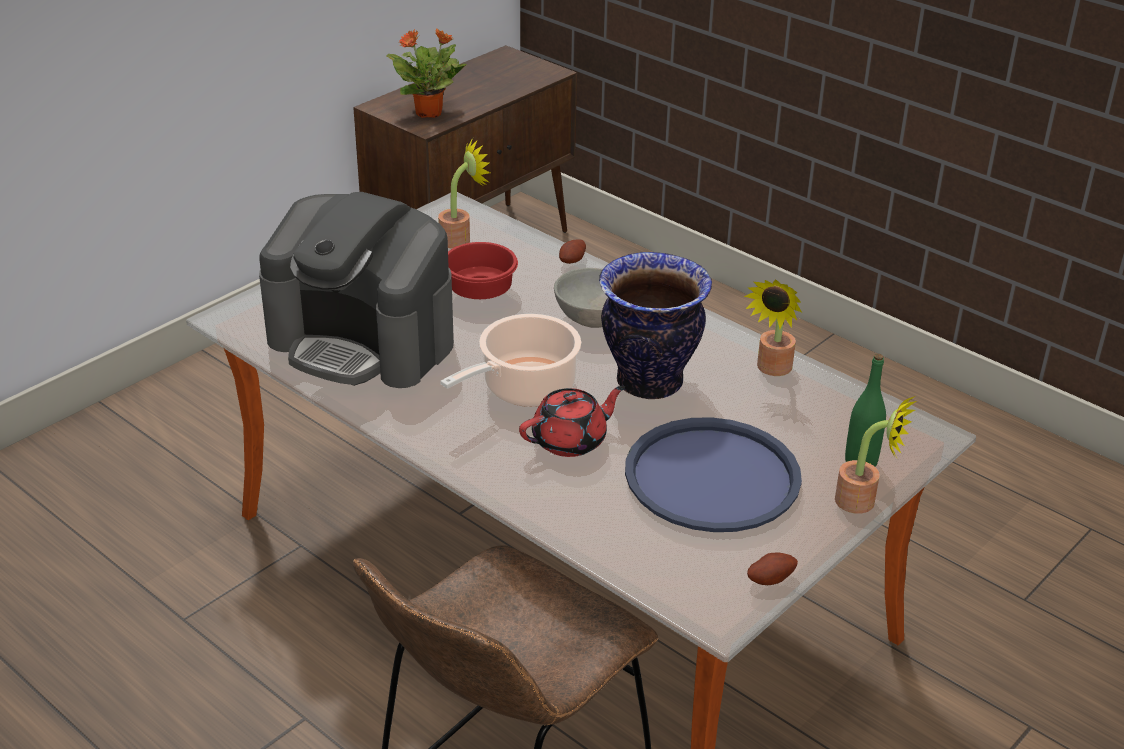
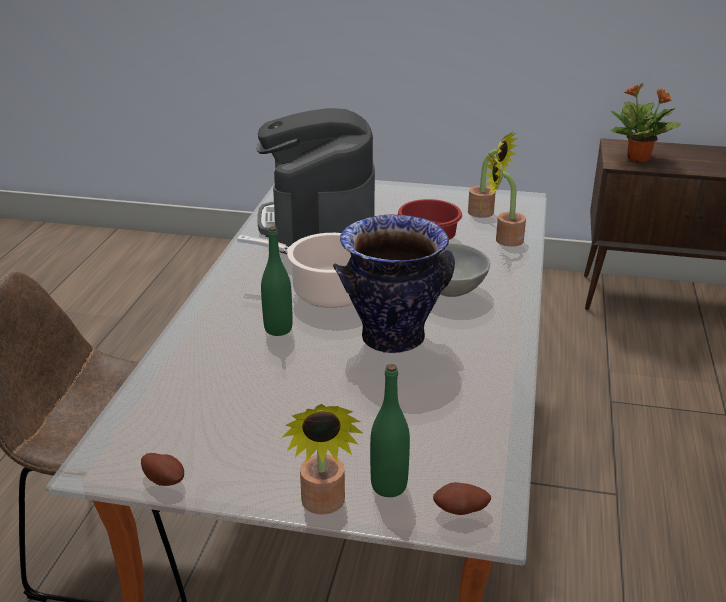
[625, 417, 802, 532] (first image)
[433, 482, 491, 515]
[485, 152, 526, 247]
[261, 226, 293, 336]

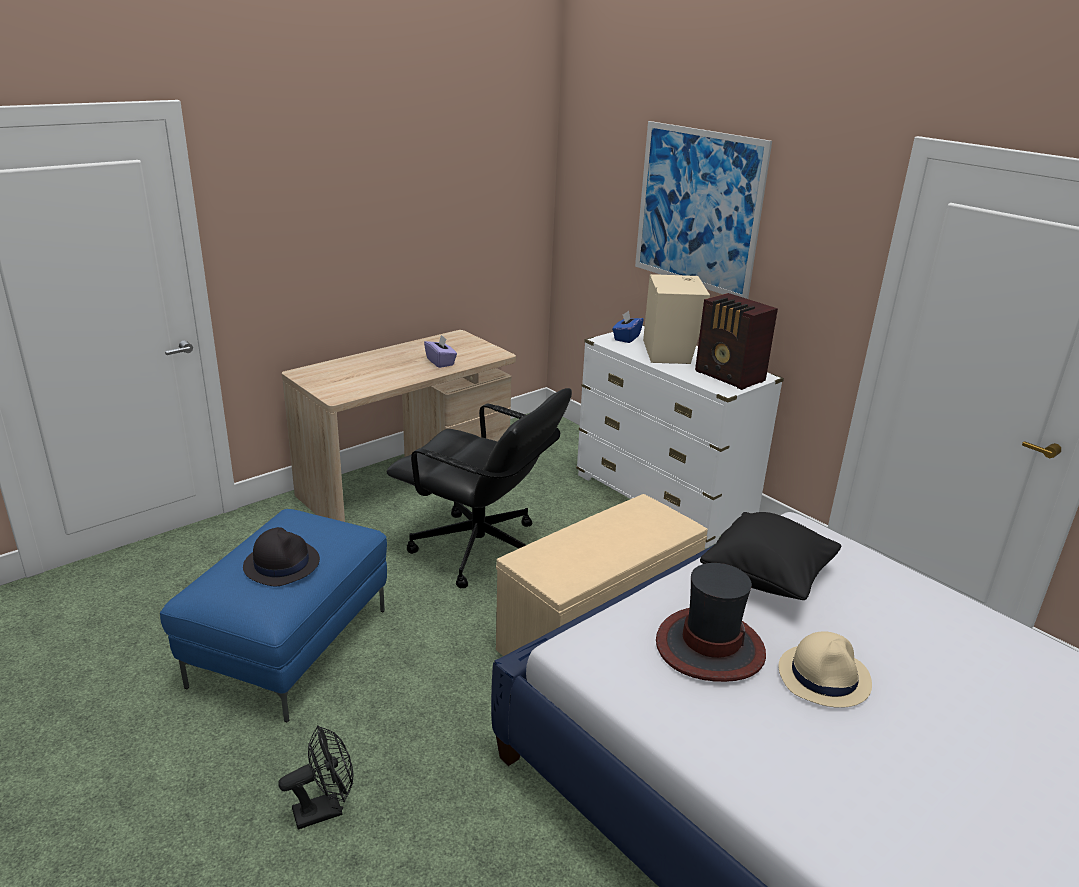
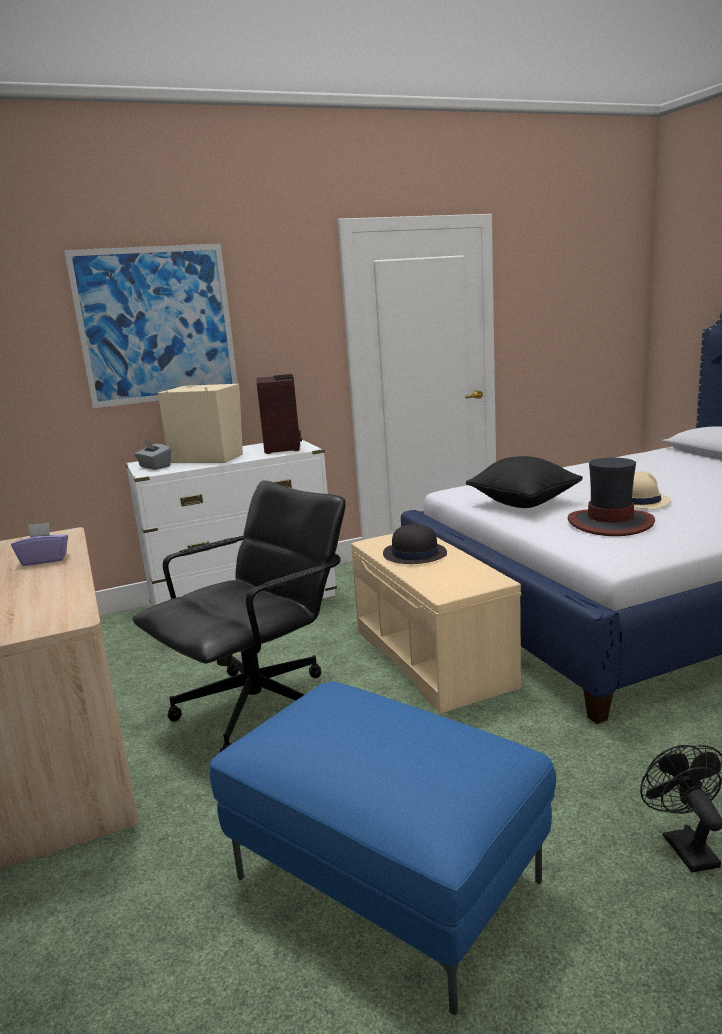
[383, 523, 447, 564]
[134, 440, 171, 470]
[257, 374, 302, 454]

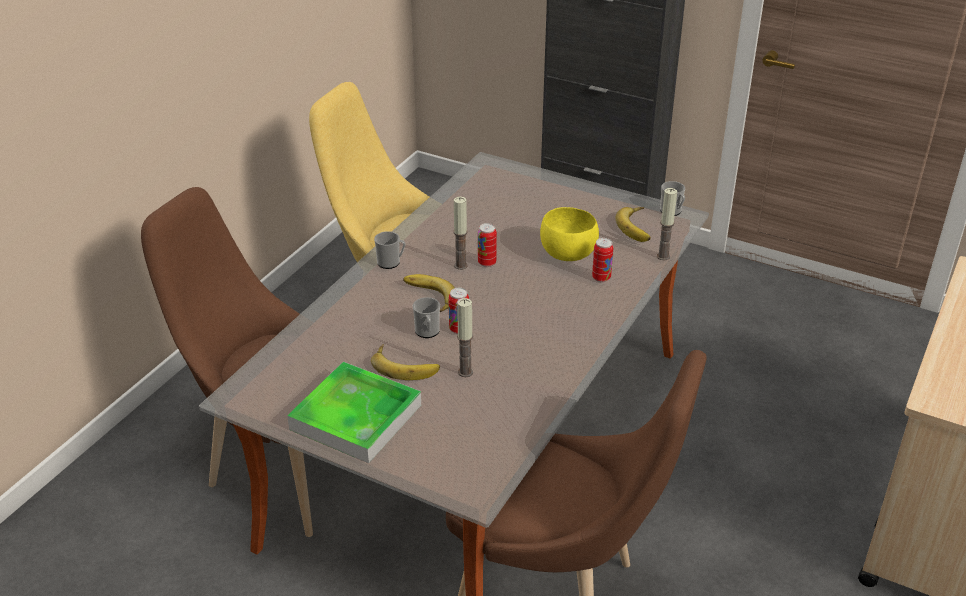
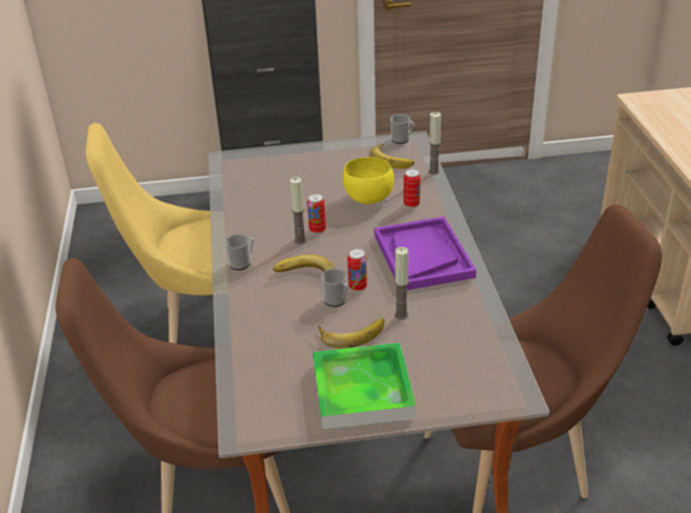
[374, 217, 476, 290]

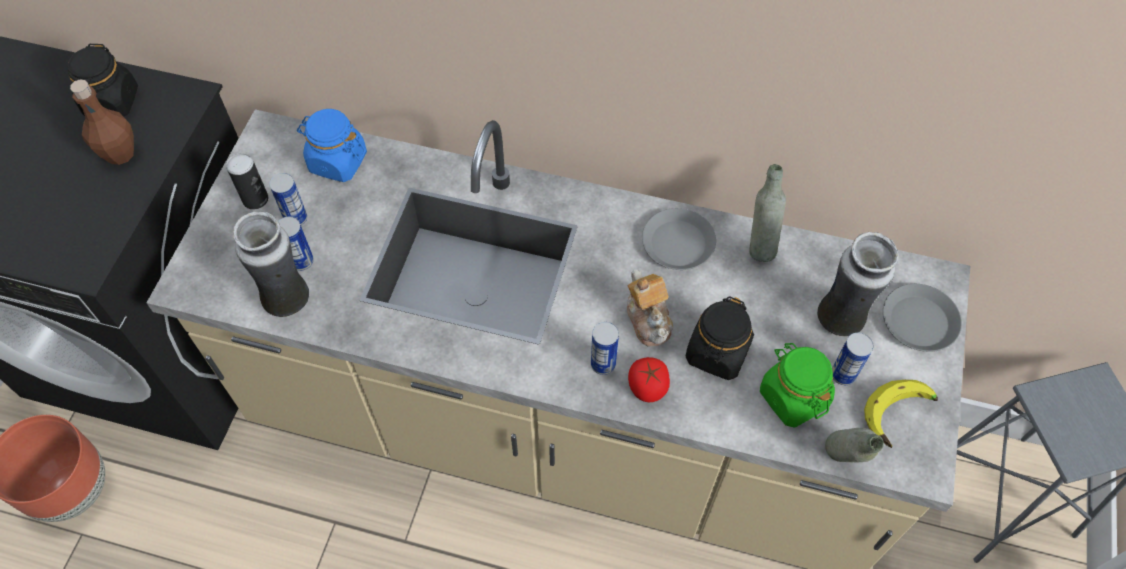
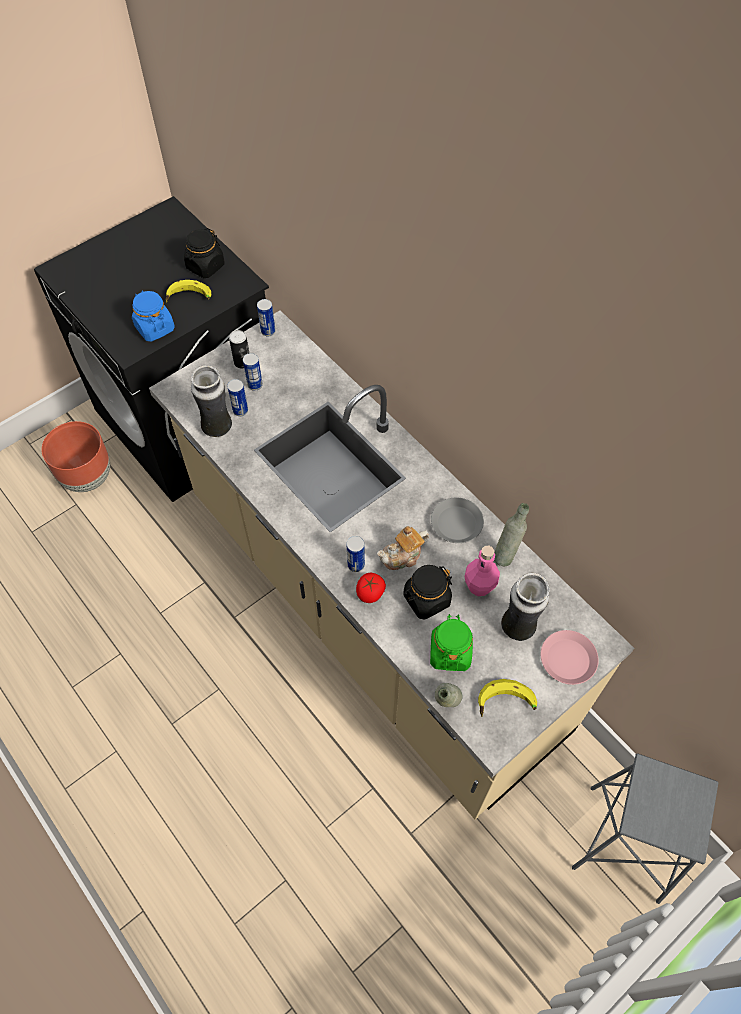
[464, 546, 500, 596]
[132, 291, 175, 342]
[257, 299, 275, 336]
[166, 280, 211, 303]
[541, 630, 599, 685]
[377, 526, 429, 570]

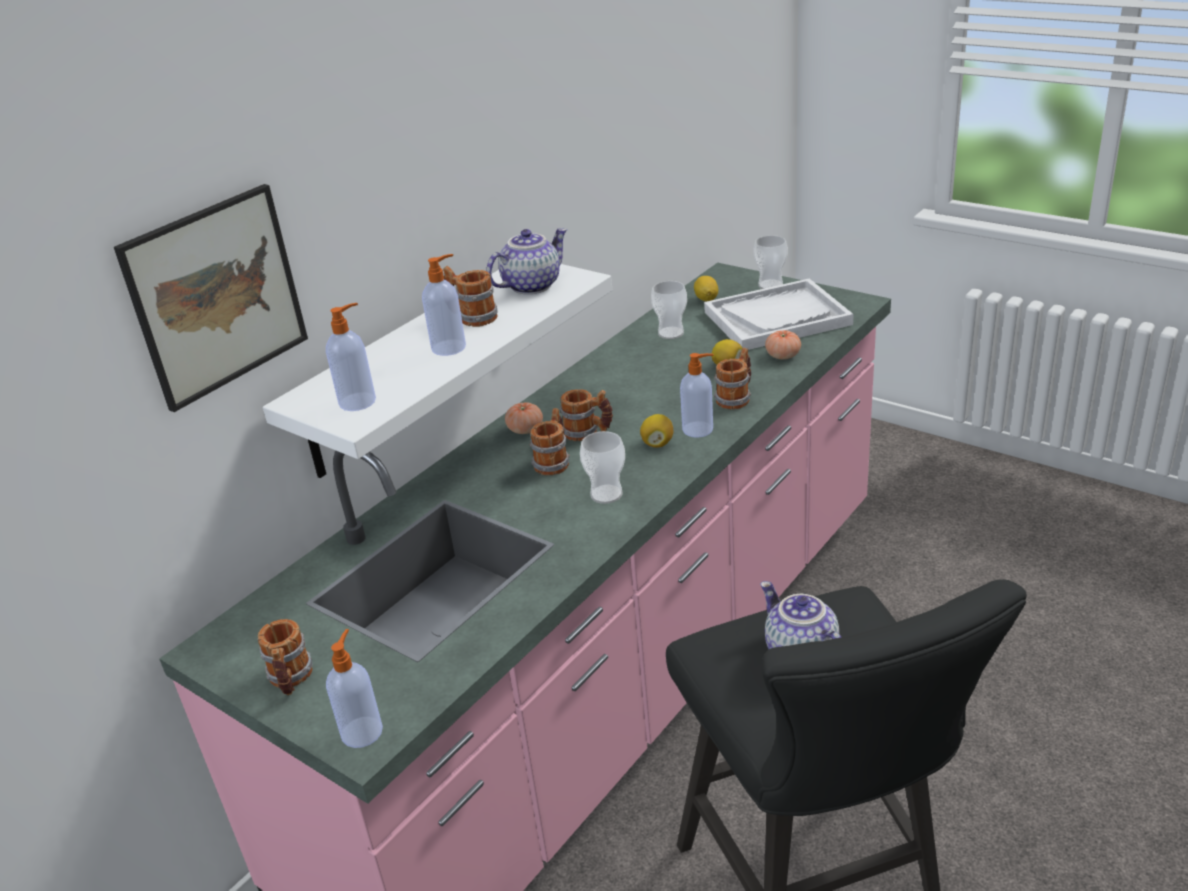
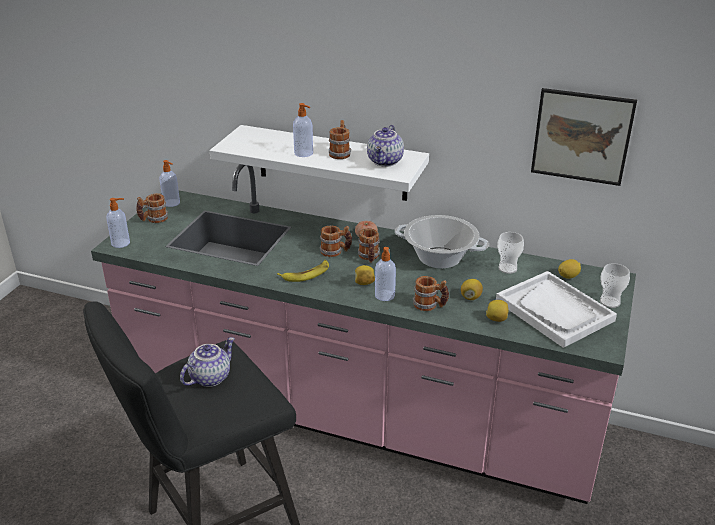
[395, 215, 489, 269]
[531, 88, 637, 186]
[160, 160, 180, 207]
[277, 260, 329, 282]
[486, 300, 508, 322]
[367, 125, 404, 167]

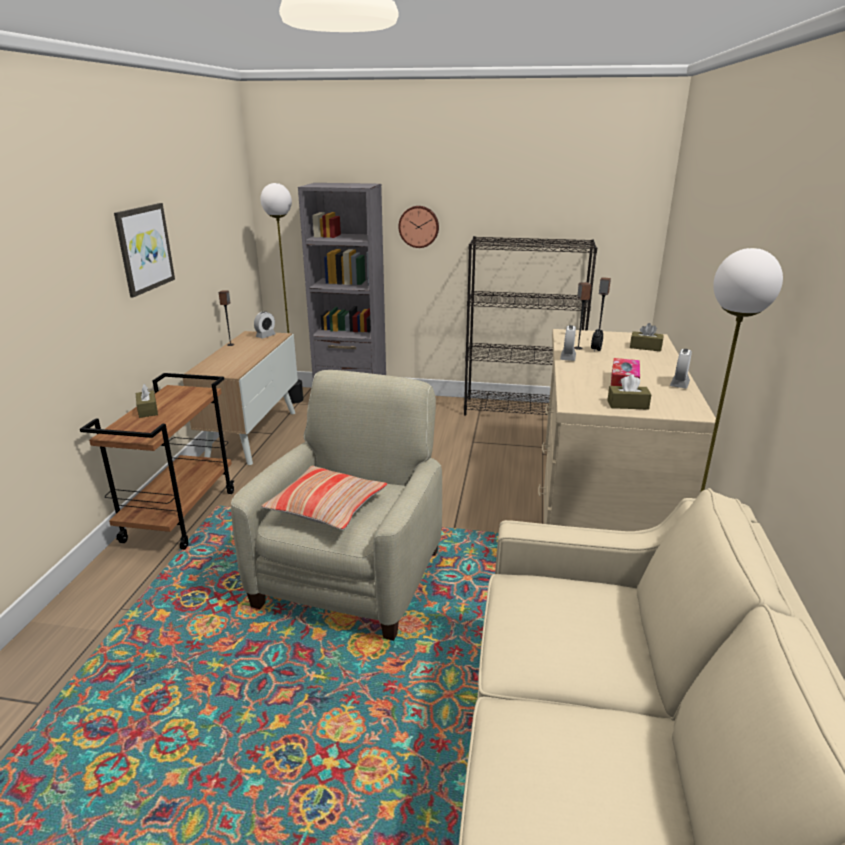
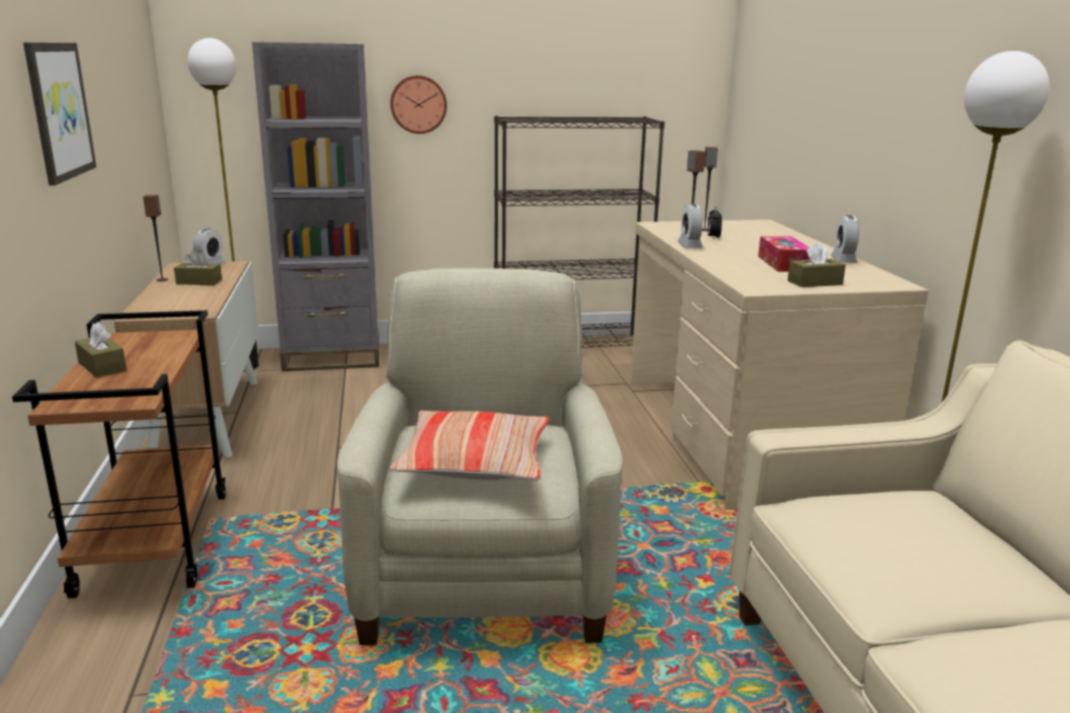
[174, 250, 222, 285]

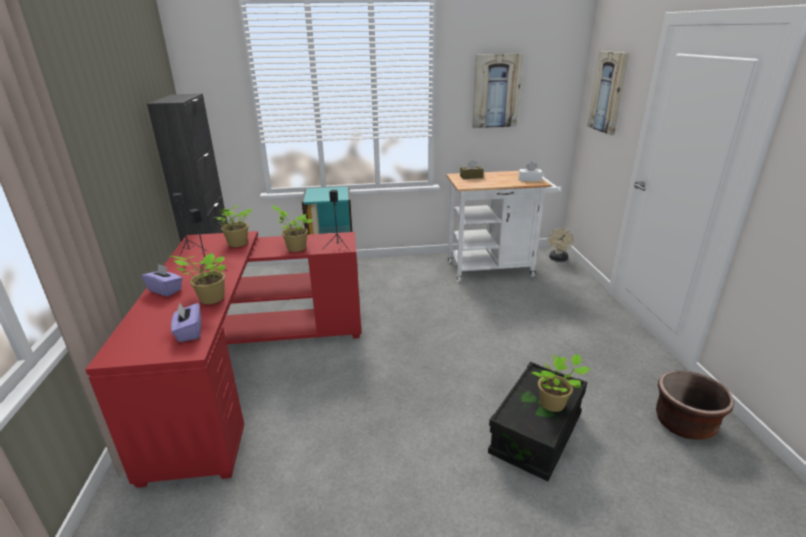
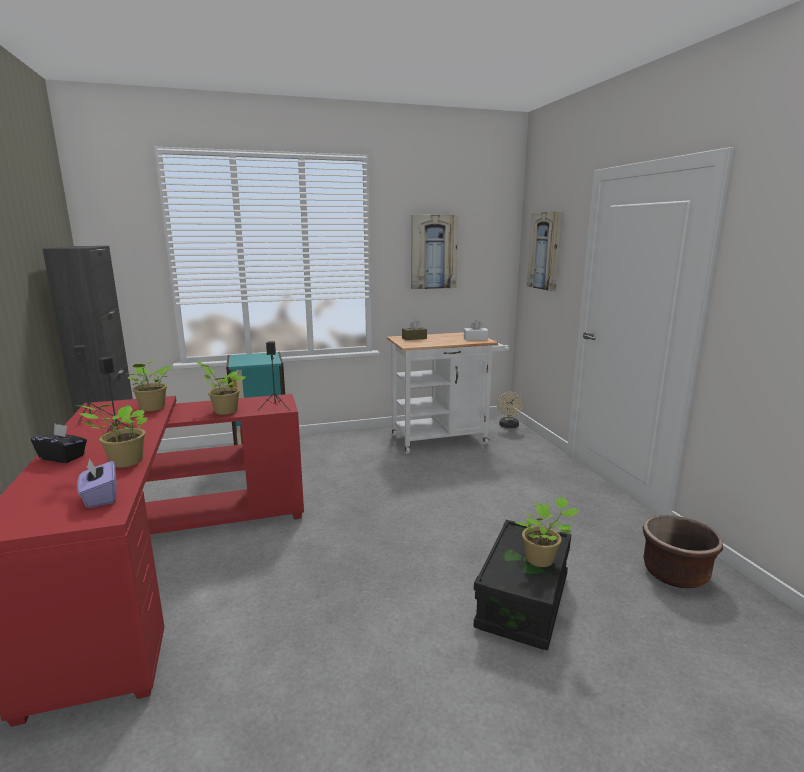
[31, 424, 87, 463]

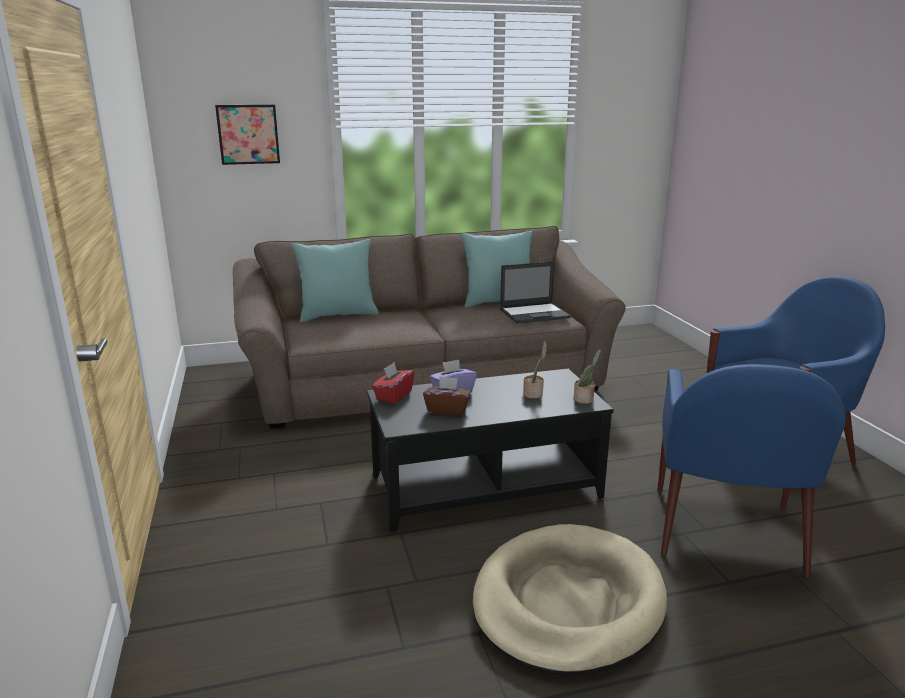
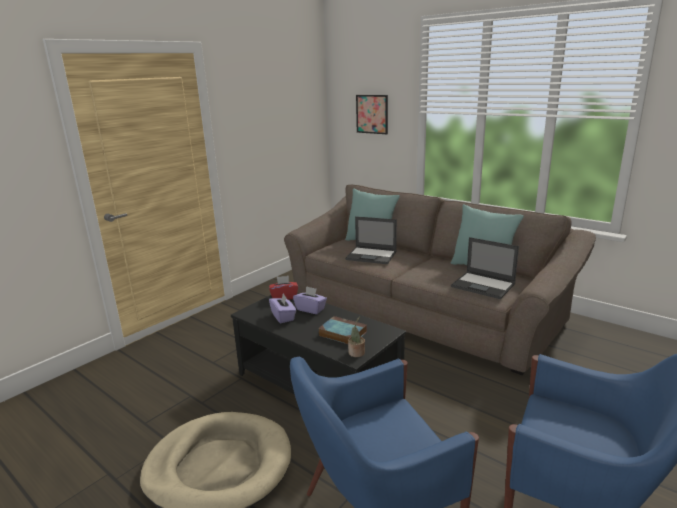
[345, 216, 397, 264]
[318, 316, 367, 344]
[269, 293, 296, 324]

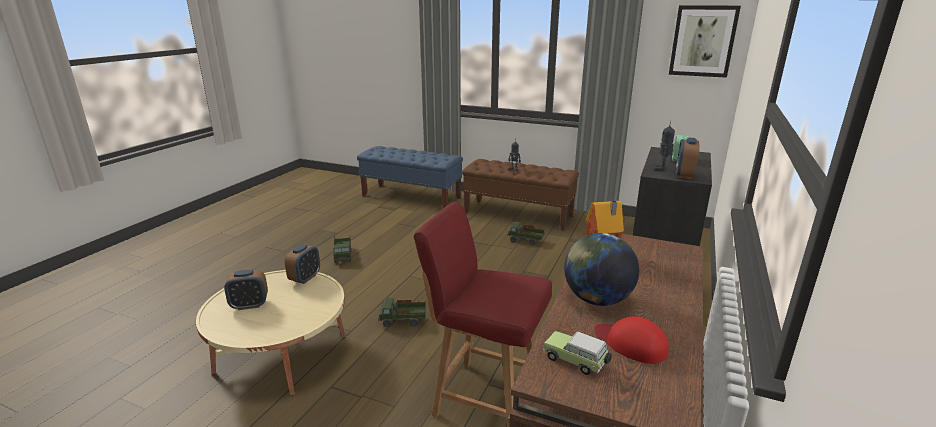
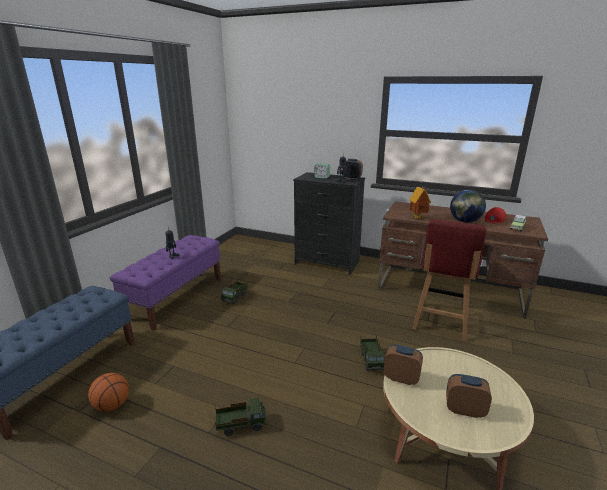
[669, 5, 741, 78] (first image)
[88, 373, 129, 412]
[110, 235, 221, 331]
[446, 374, 492, 418]

